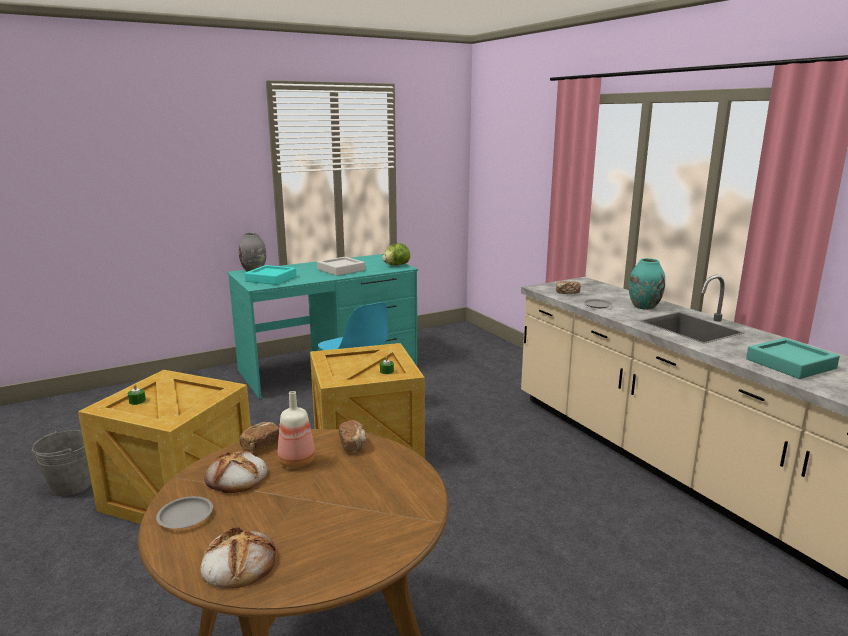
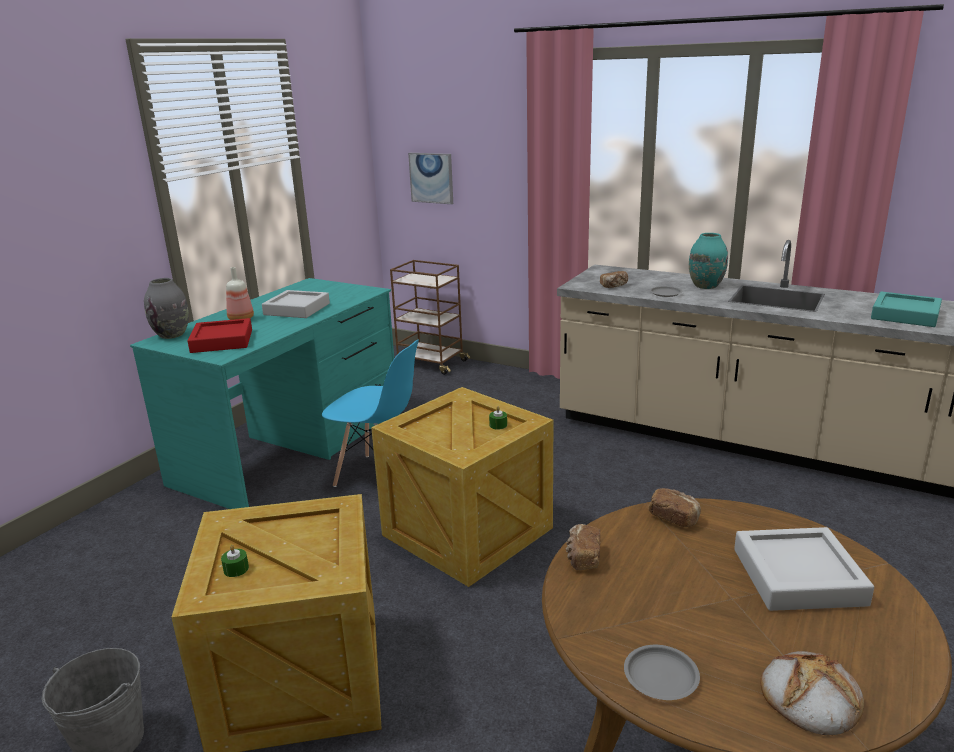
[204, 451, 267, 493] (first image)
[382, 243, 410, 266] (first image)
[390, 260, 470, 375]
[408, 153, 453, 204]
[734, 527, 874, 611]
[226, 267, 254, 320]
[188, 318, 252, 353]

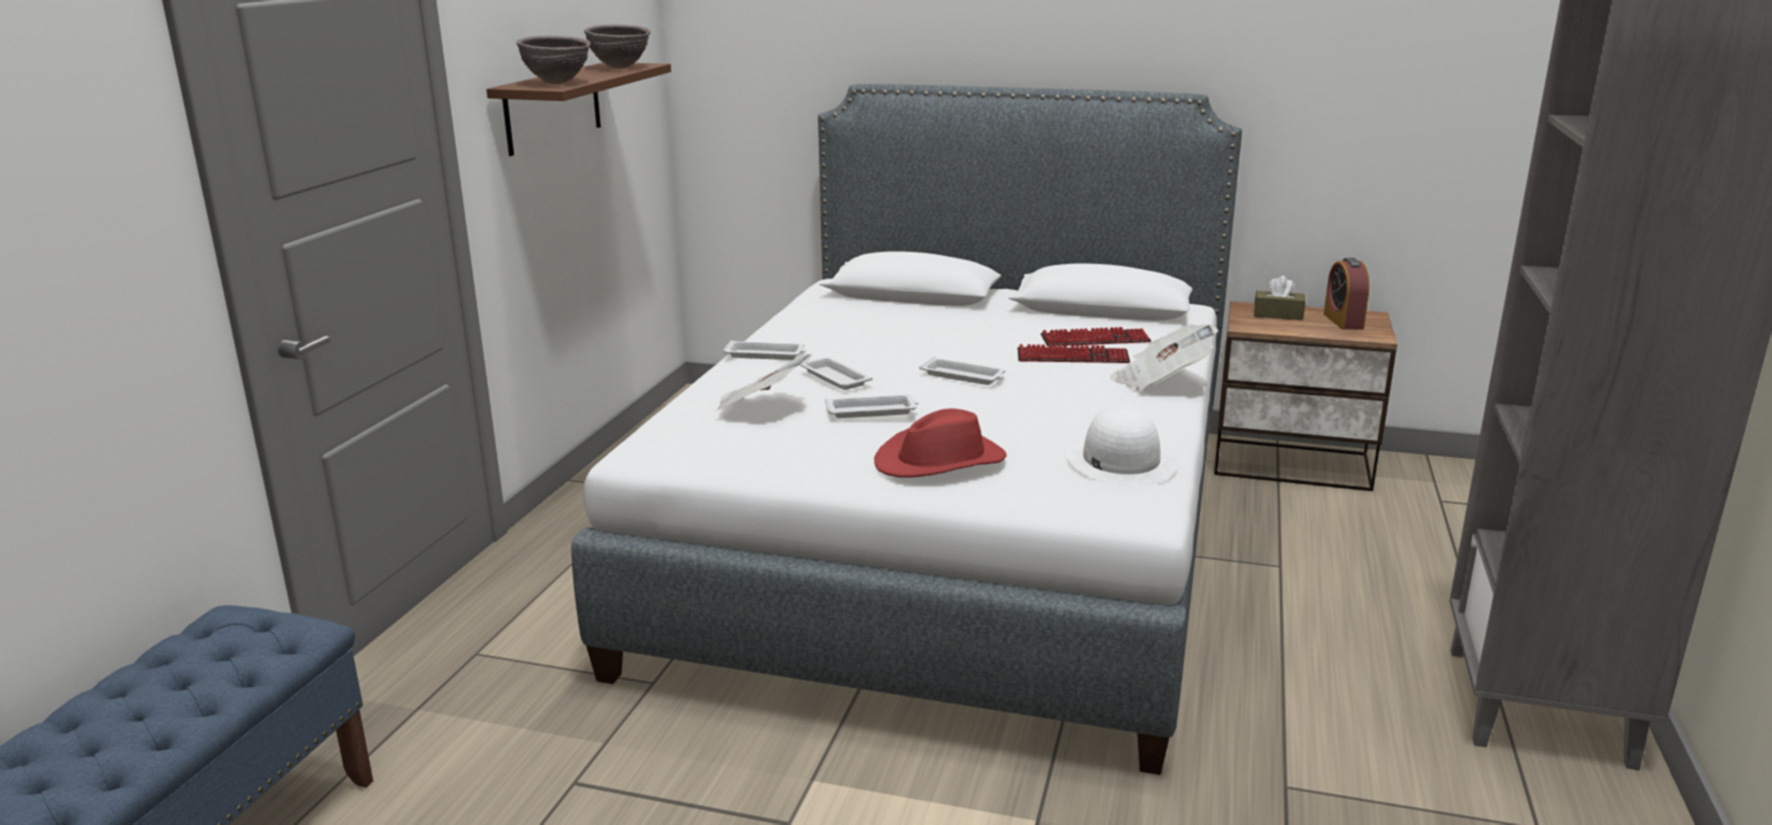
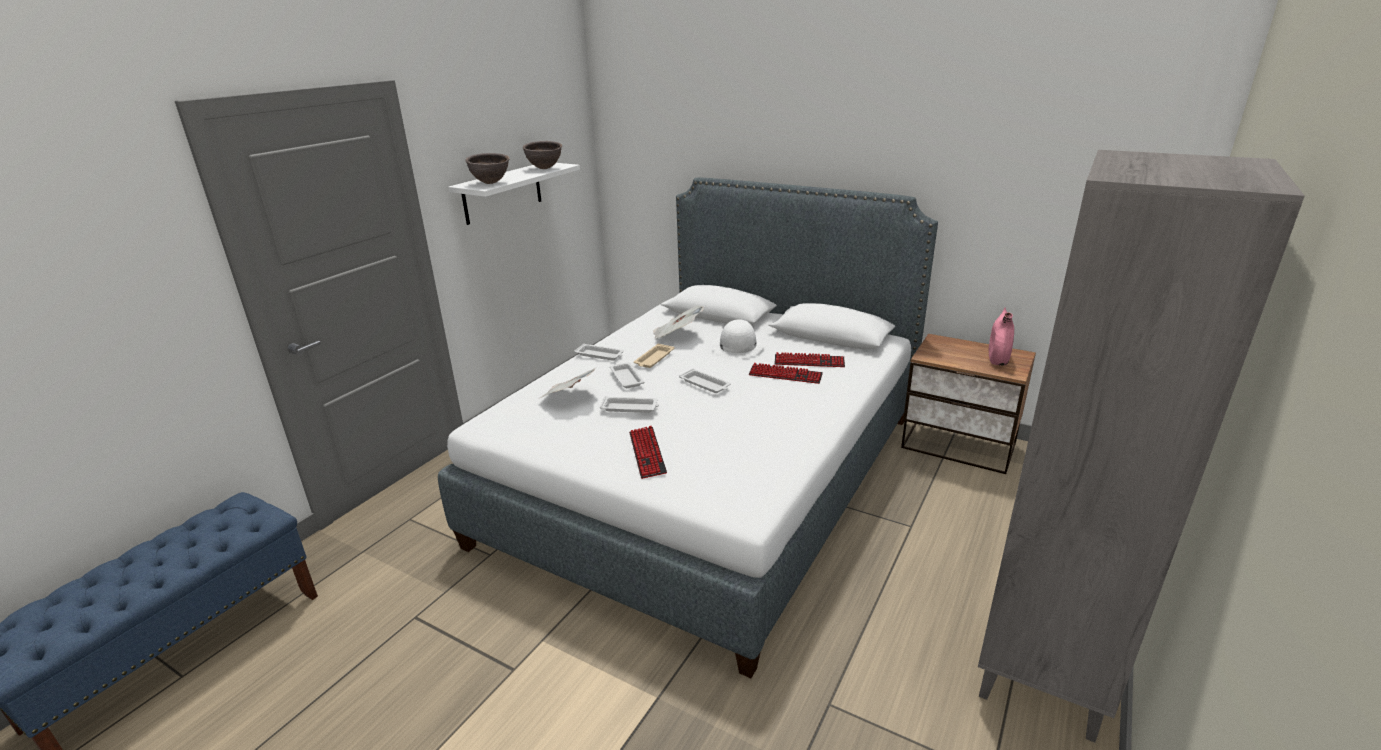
[1254, 276, 1305, 320] (first image)
[634, 344, 674, 368]
[711, 319, 765, 359]
[653, 305, 704, 339]
[629, 426, 667, 479]
[988, 308, 1014, 365]
[448, 163, 580, 225]

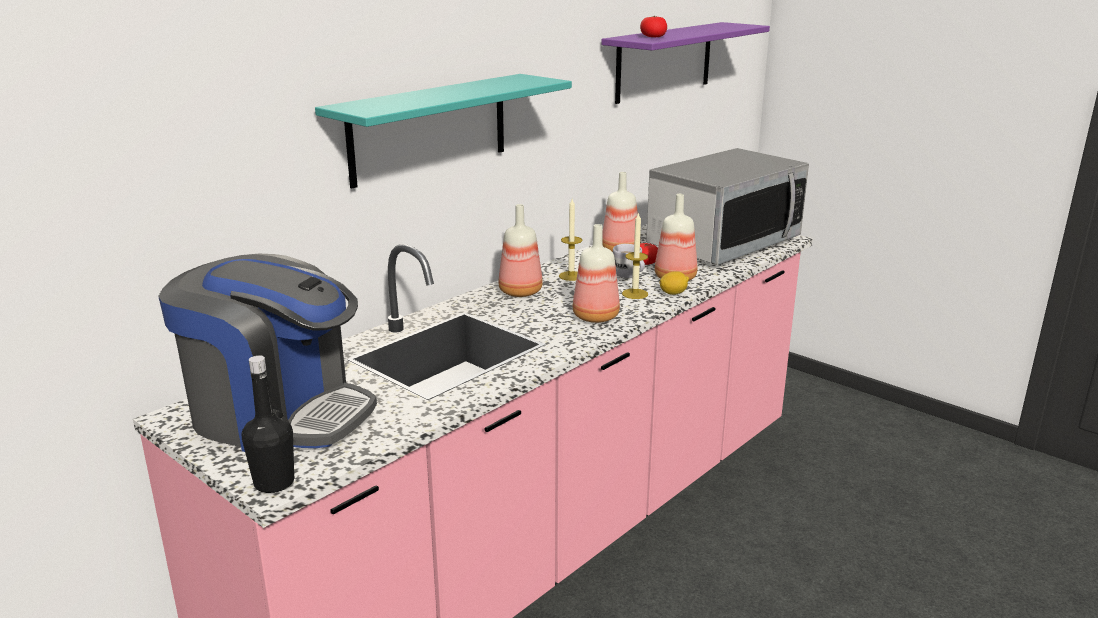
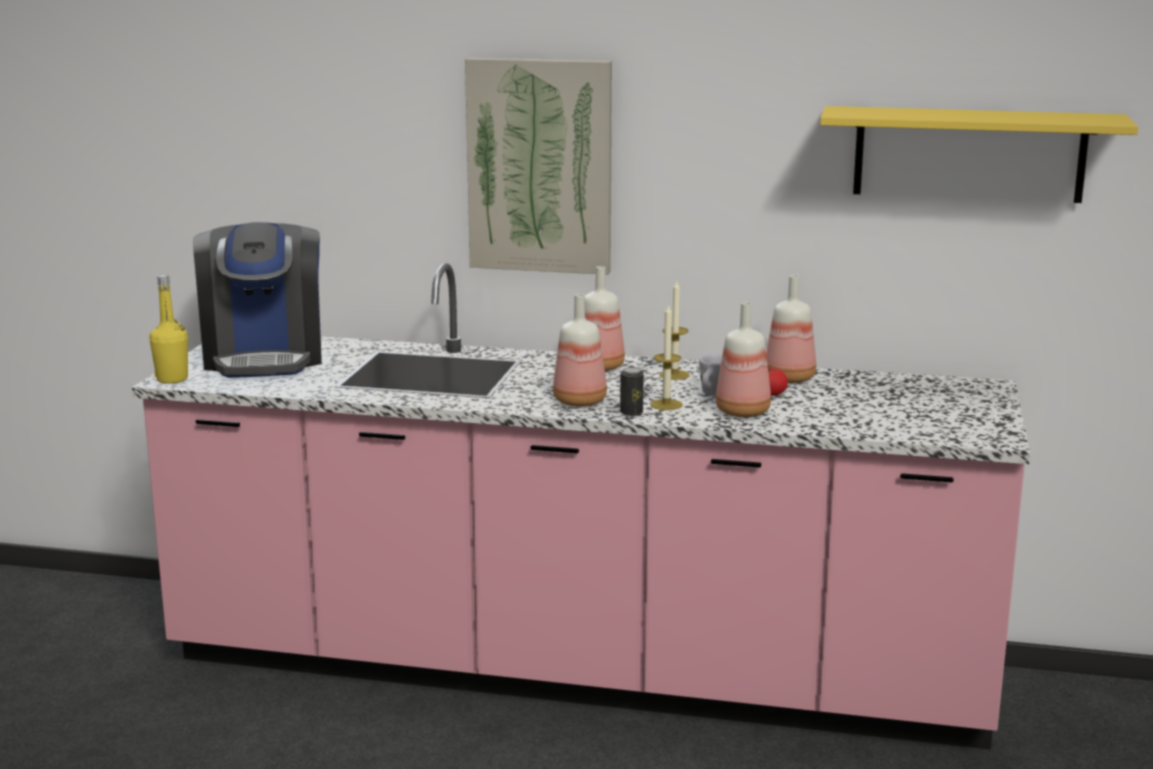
[640, 16, 667, 37] (first image)
[646, 148, 809, 265] (first image)
[659, 271, 689, 295] (first image)
[620, 367, 644, 416]
[465, 57, 612, 275]
[149, 274, 188, 384]
[820, 106, 1138, 203]

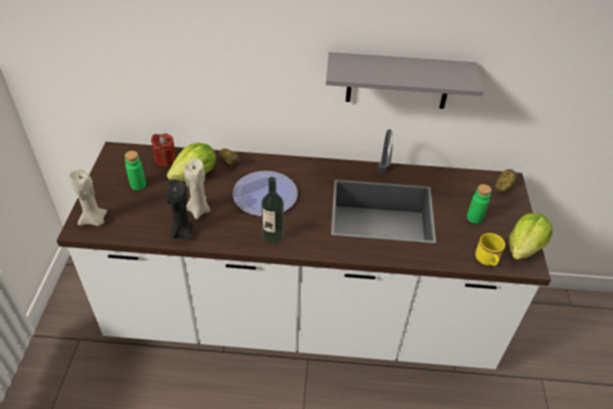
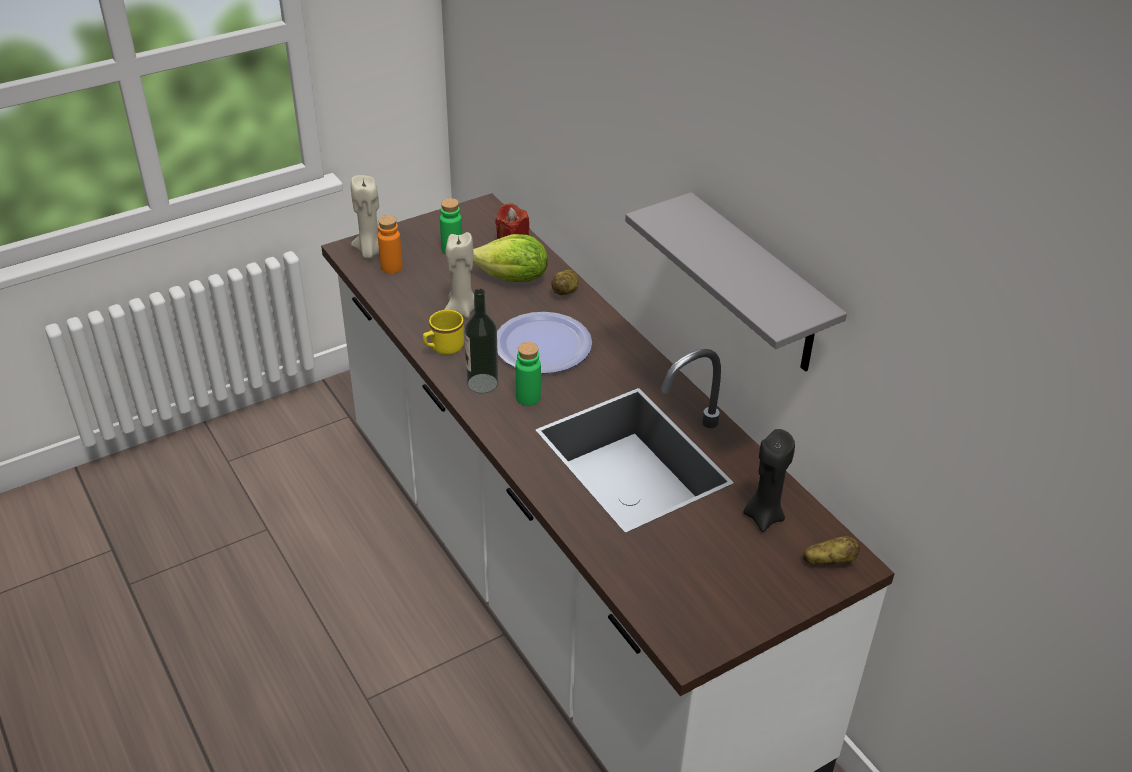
[509, 213, 553, 259] (first image)
[378, 215, 403, 273]
[743, 429, 795, 532]
[516, 342, 541, 406]
[423, 310, 464, 355]

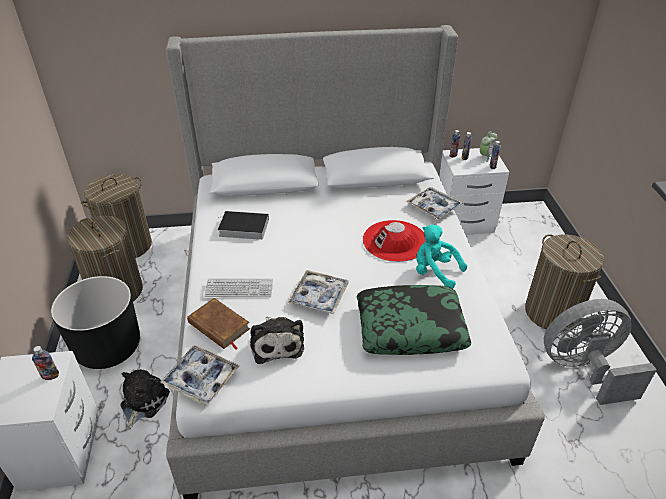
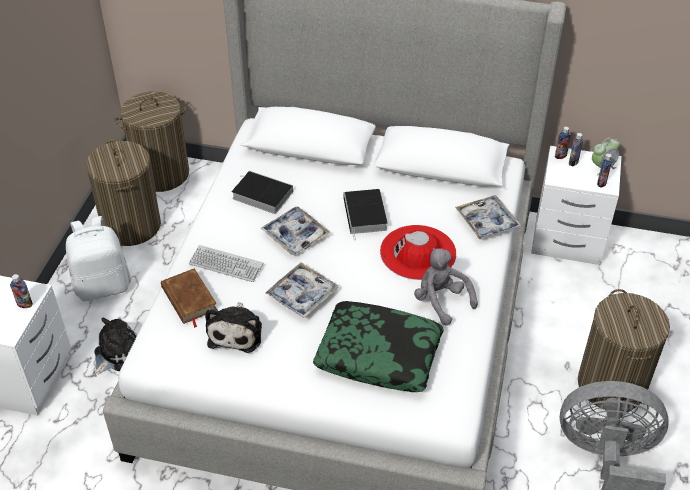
[344, 189, 388, 241]
[260, 206, 330, 255]
[66, 216, 131, 301]
[414, 248, 478, 326]

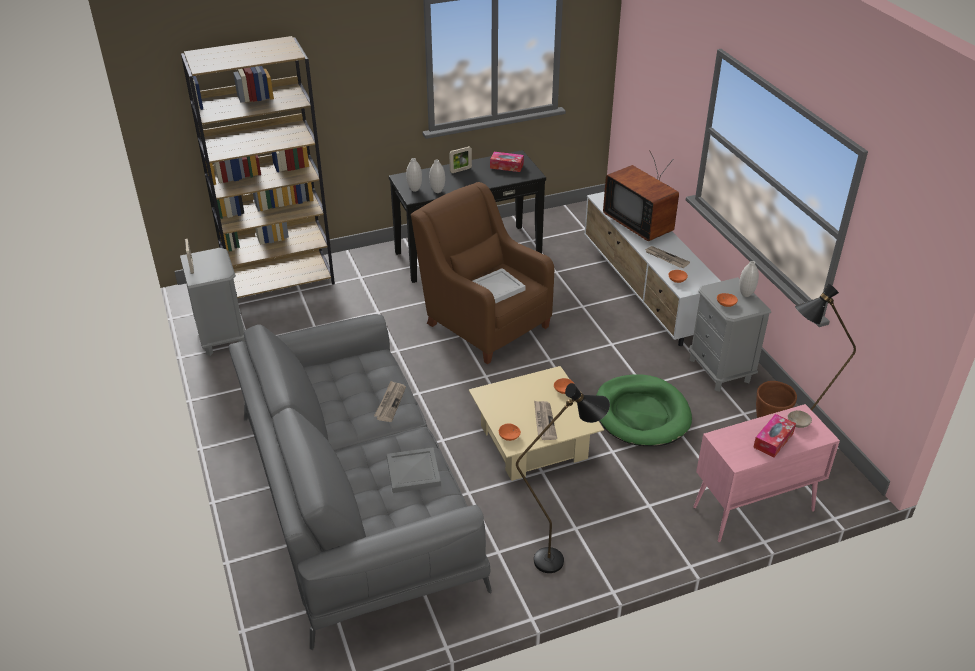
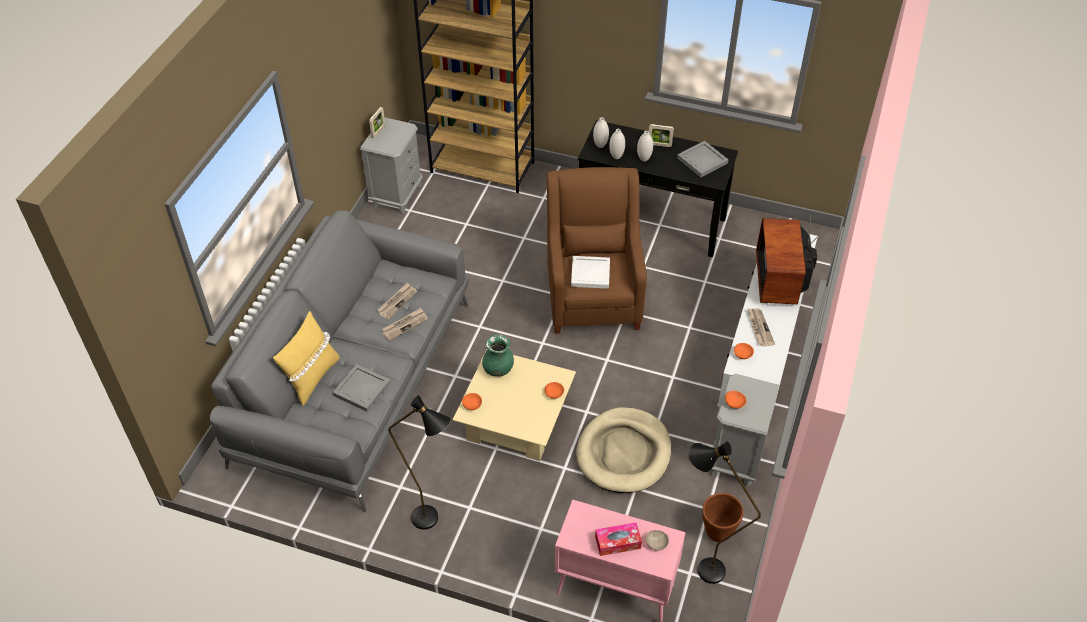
[273, 311, 340, 406]
[482, 335, 514, 377]
[377, 283, 417, 320]
[637, 131, 653, 161]
[677, 141, 728, 177]
[576, 407, 671, 493]

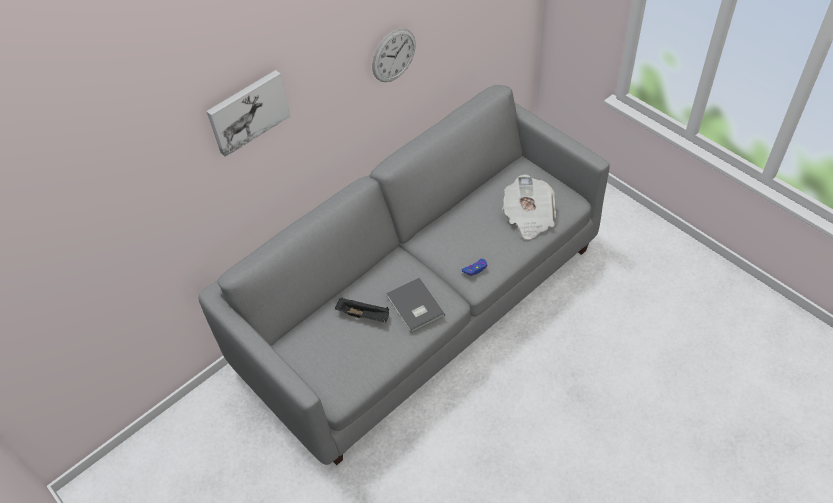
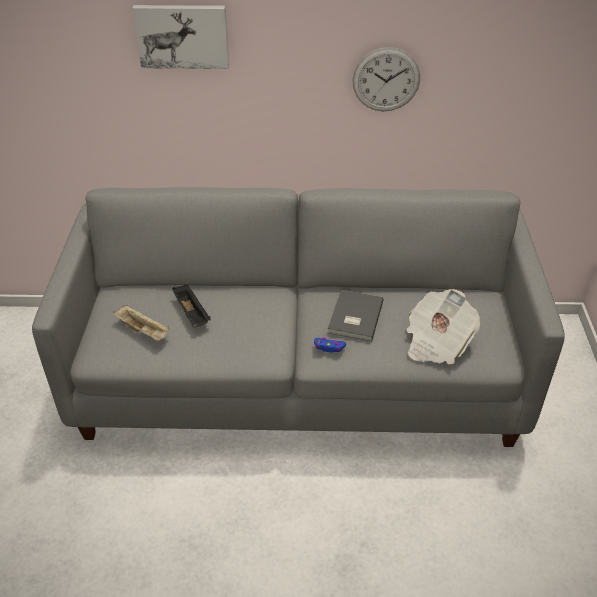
[113, 305, 170, 341]
[328, 290, 384, 342]

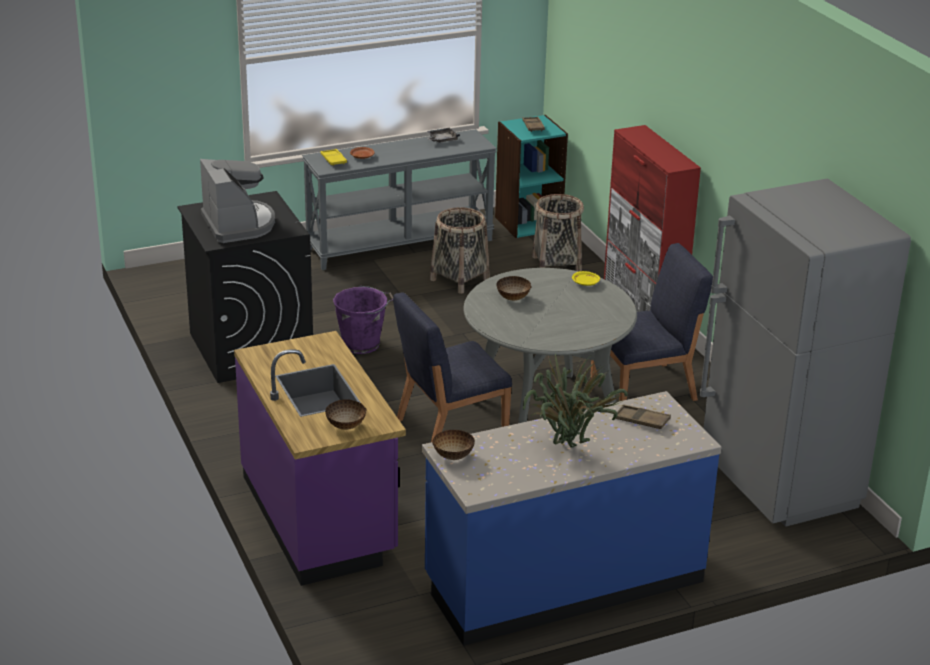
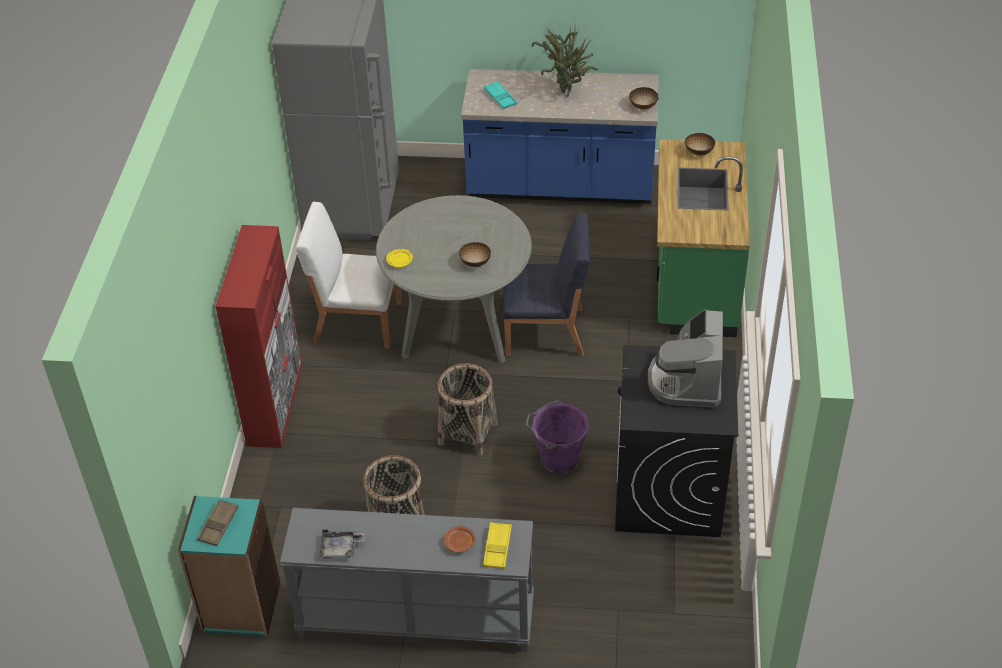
[438, 363, 498, 456]
[657, 139, 750, 337]
[296, 202, 402, 349]
[484, 81, 517, 109]

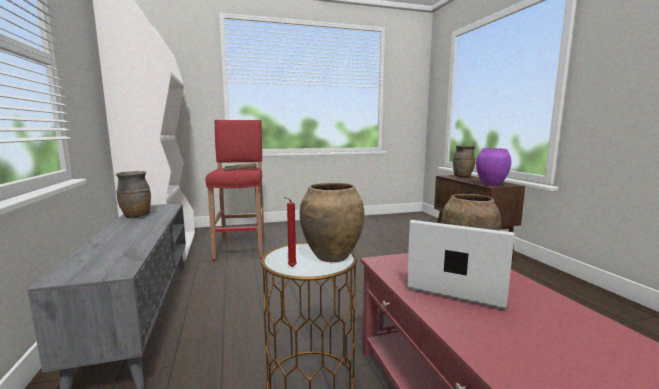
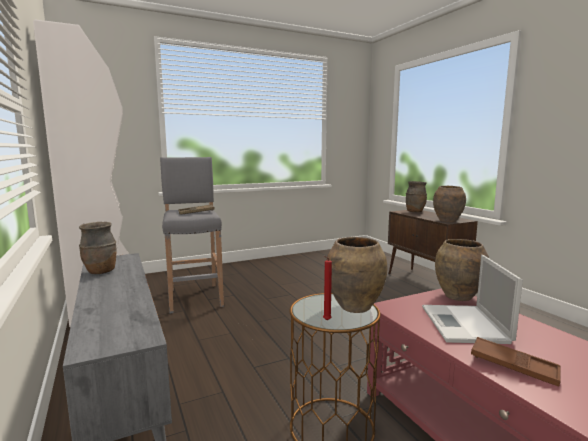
[471, 337, 561, 387]
[160, 157, 224, 314]
[433, 186, 466, 222]
[422, 255, 523, 344]

